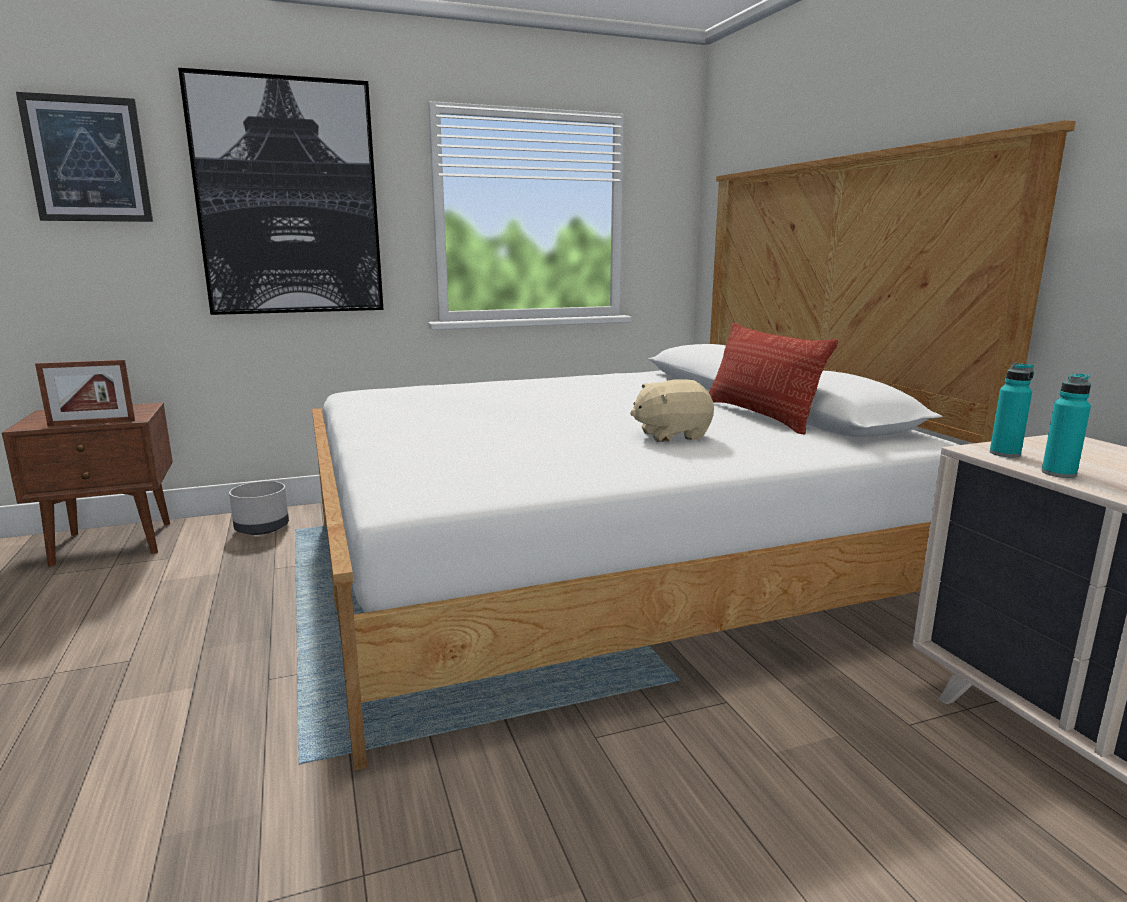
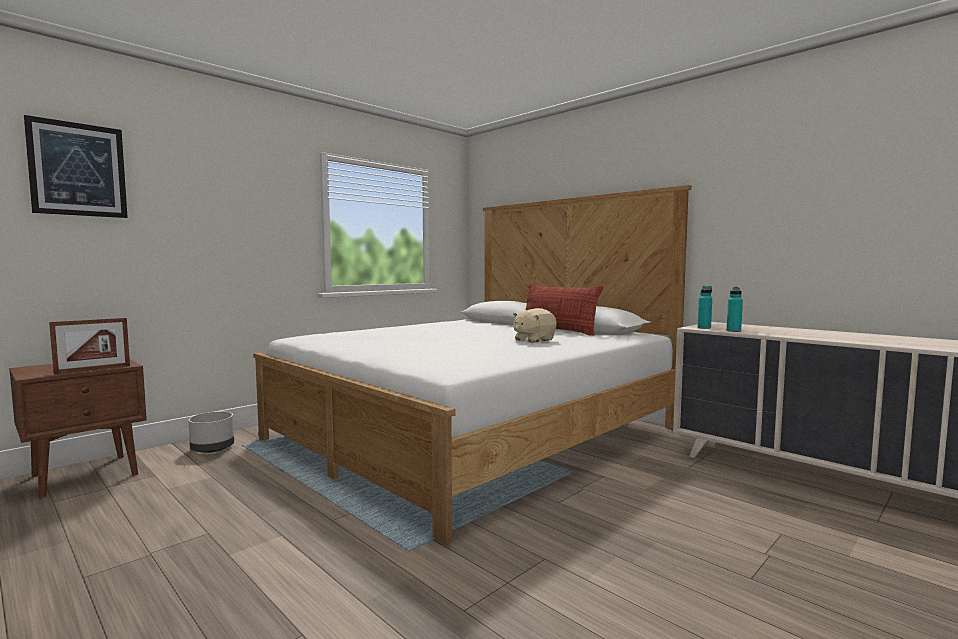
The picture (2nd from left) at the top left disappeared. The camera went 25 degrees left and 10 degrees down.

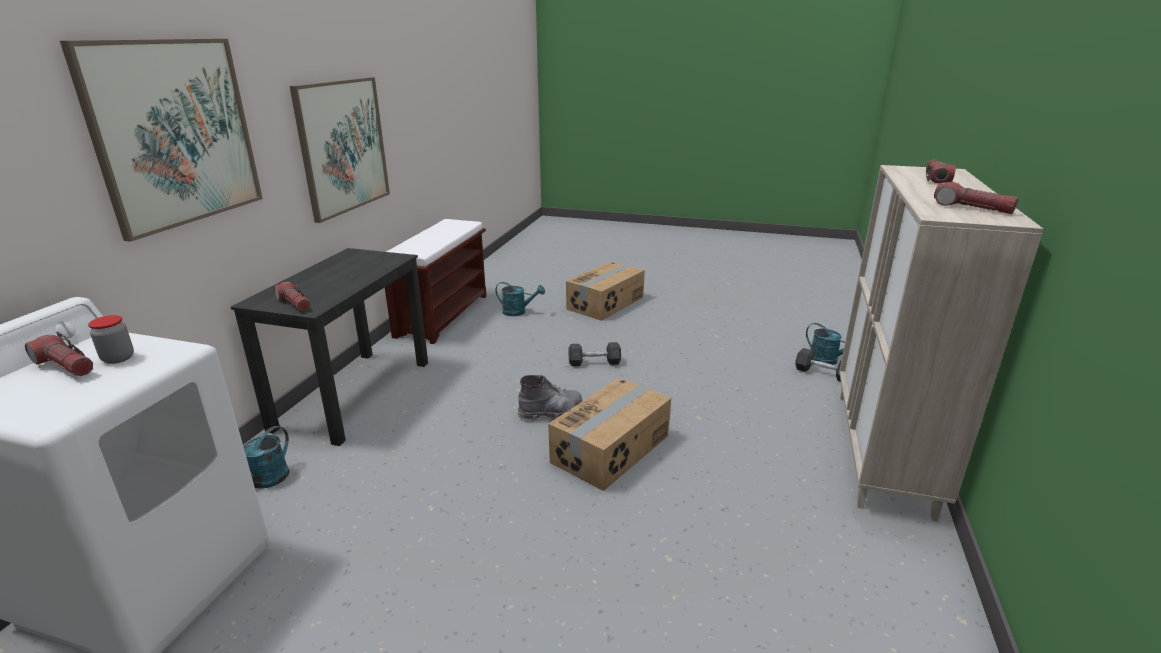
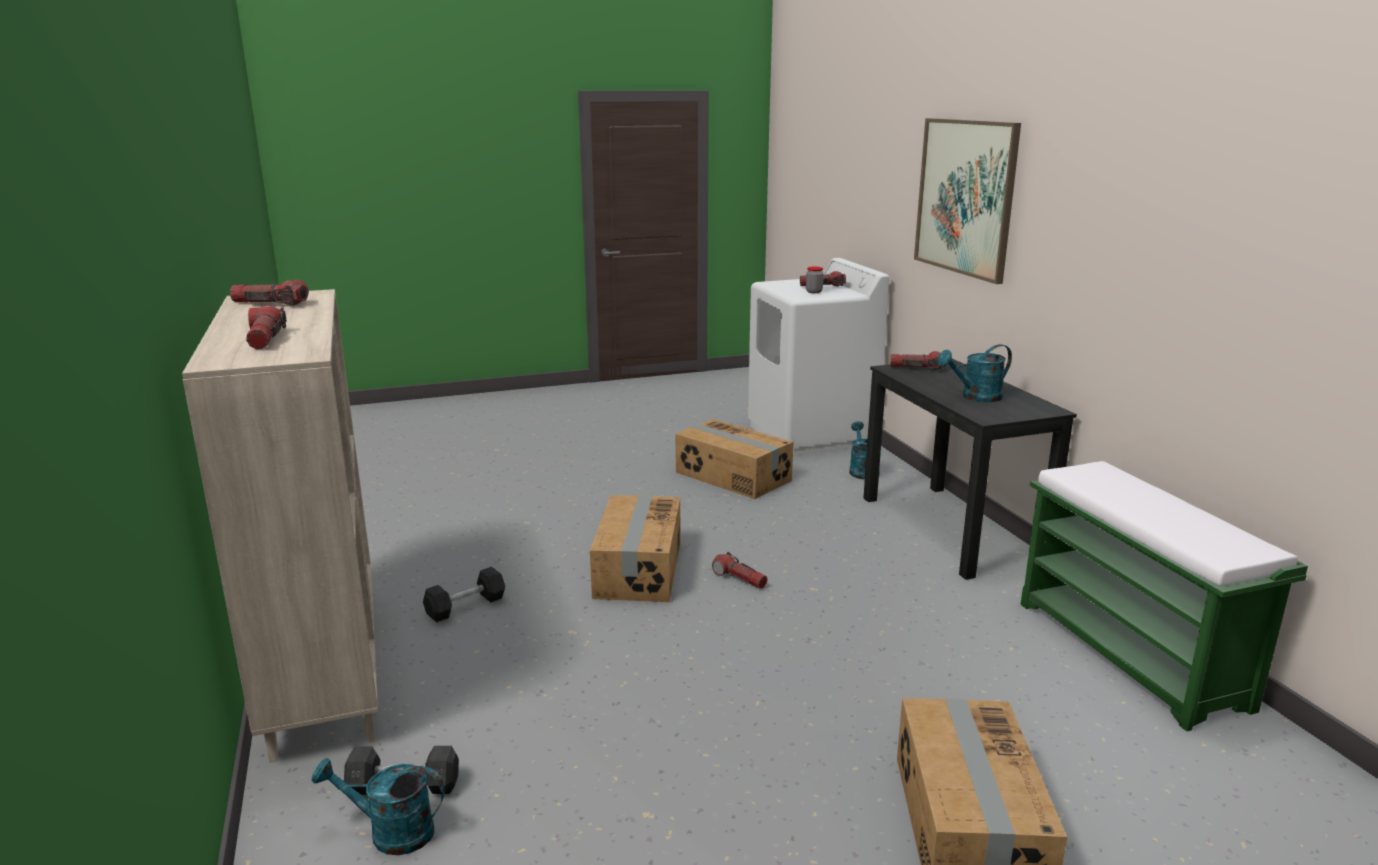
The picture (2nd from left) at the top left disappeared. The brownish bench at the centre became the green-coloured bench at the bottom right. The blue-green watering pot (2nd from left in the first image) moved from the centre to the middle right. The gray free weight (1st from left in the first image) moved from the centre to the bottom centre. The gray high-top boot at the centre was replaced by the torch (3rd from left) at the centre. The cardboard box (2nd from left) at the centre appeared. The camera went 145 degrees right and 5 degrees down.

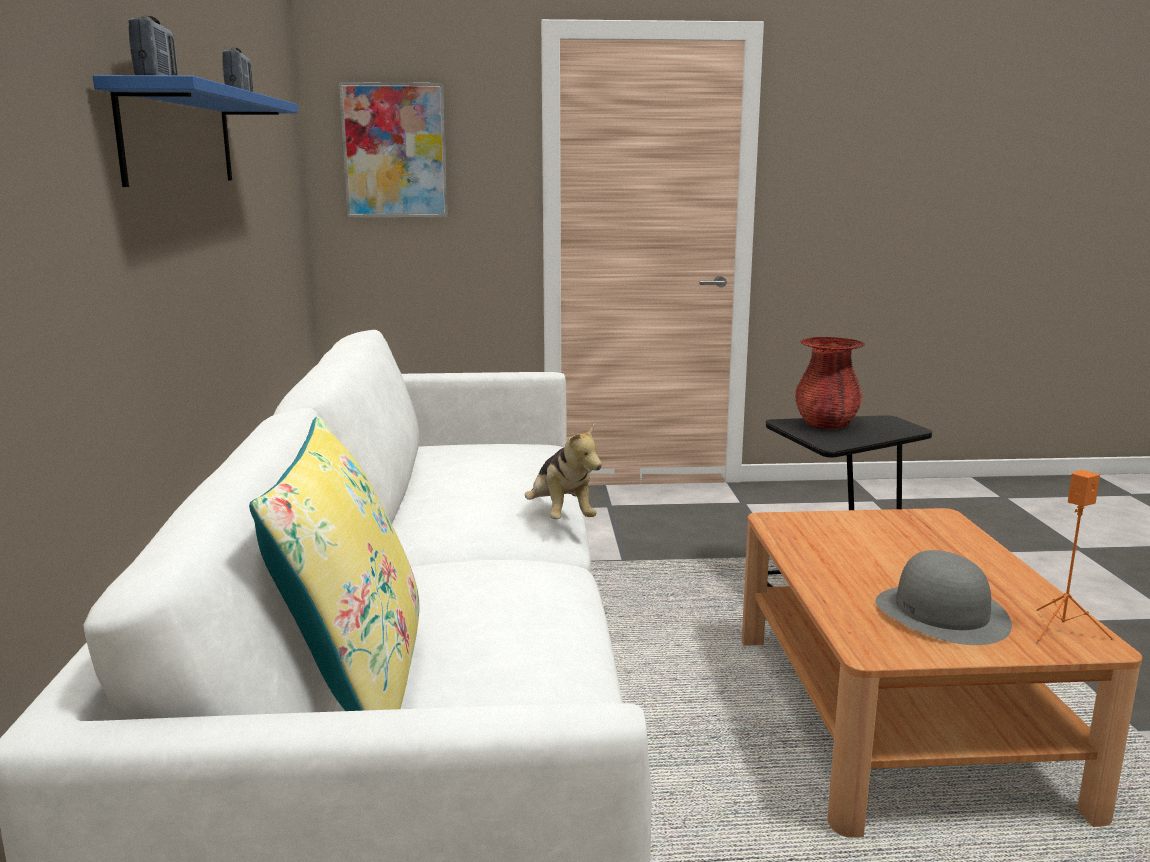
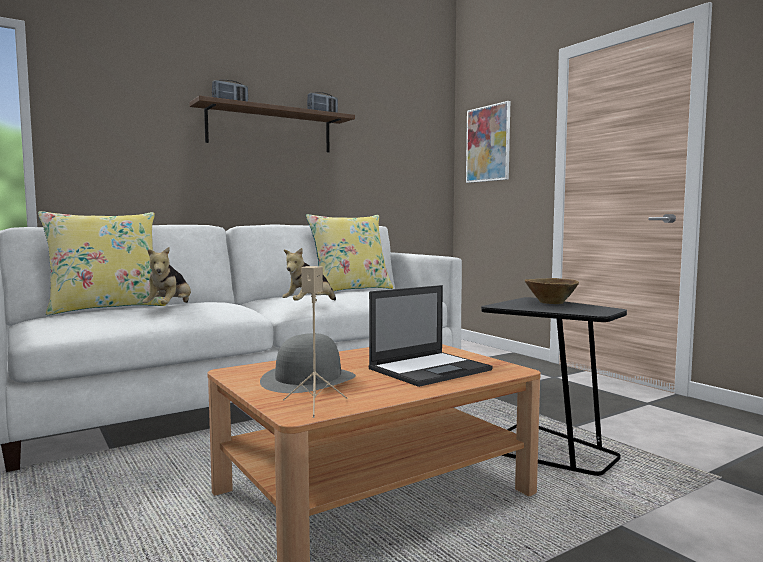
The blue wall shelf at the top left became the brownish wall shelf at the top centre. The red-coloured flower vase at the middle right was replaced by the brownish bowl at the middle right. The orange speaker at the middle right became the beige speaker at the centre. The yellow-coloured pillow (2nd from left) at the centre appeared. The cuddly toy (1st from left) at the middle left appeared. The portable computer at the centre appeared. The camera went 60 degrees right and 10 degrees down.

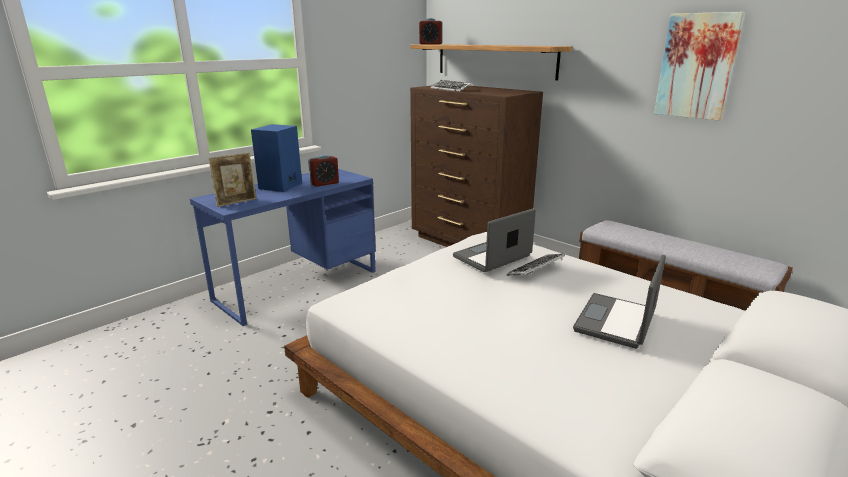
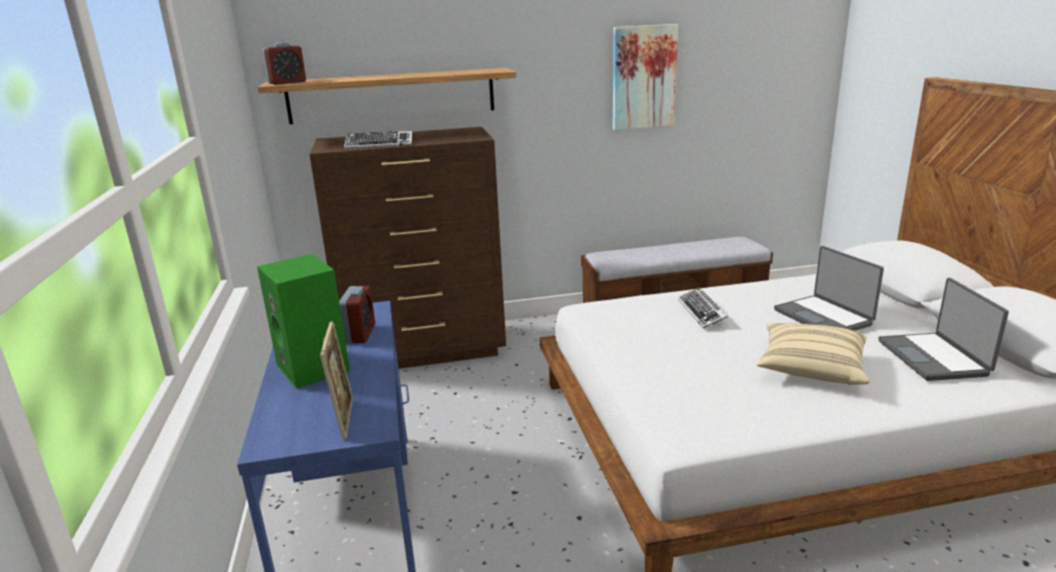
The blue speaker at the top left became the green-coloured speaker at the middle left. The portable computer (1st from left in the first image) moved from the centre to the middle right. The beige pillow at the middle right appeared. The camera went 55 degrees left and 0 degrees up.

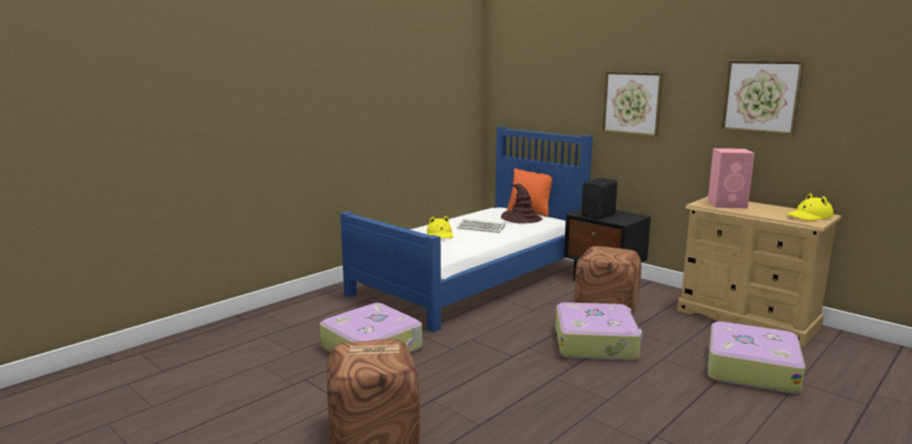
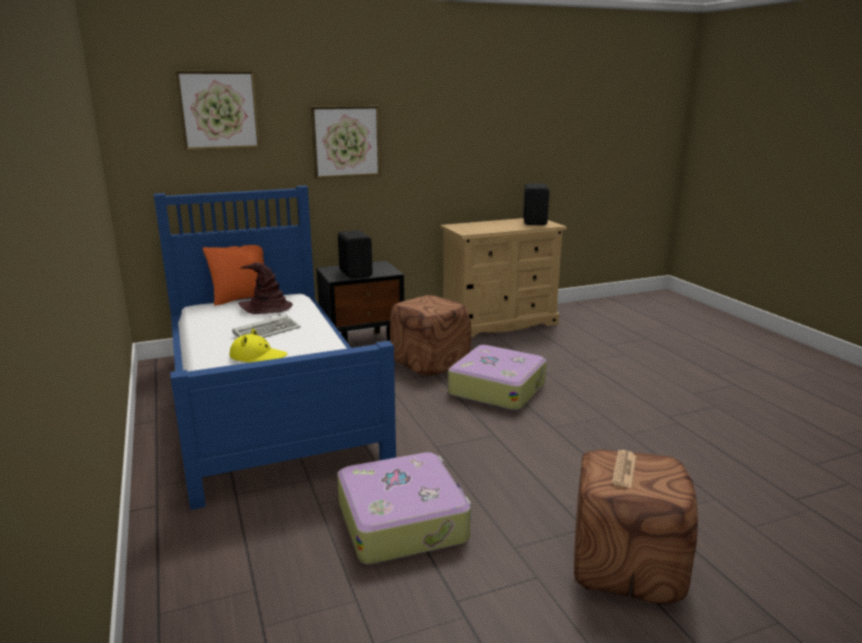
The picture (2nd from left in the first image) moved from the top right to the top left. The pink speaker at the middle right disappeared. The yellow-coloured wearable hat (2nd from left) at the middle right was replaced by the blackish speaker (2nd from left) at the top centre. The suitcase (3rd from left) at the bottom right disappeared. The camera went 65 degrees left and 5 degrees up.

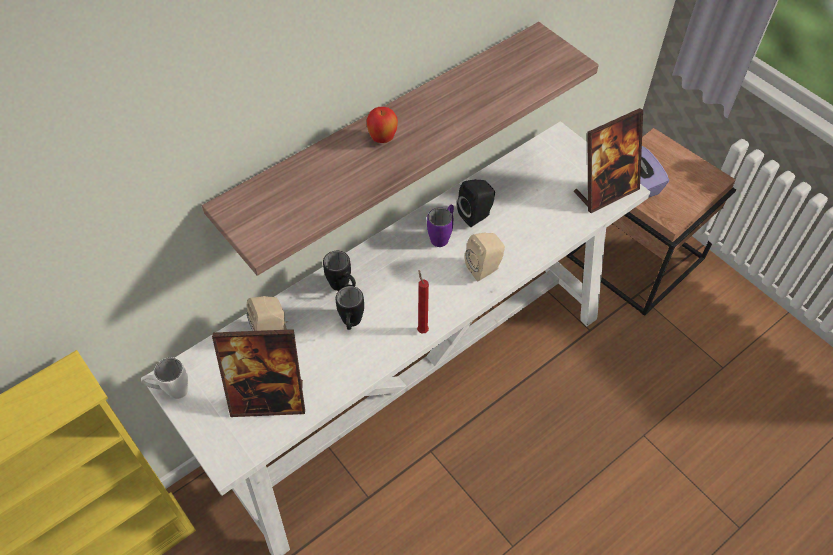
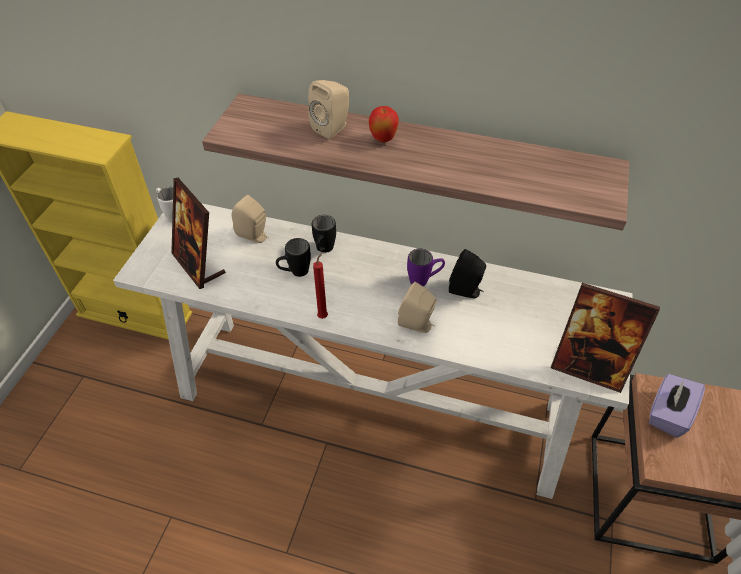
The beige speaker (2nd from left) at the top centre appeared. The camera went 55 degrees right and 5 degrees down.

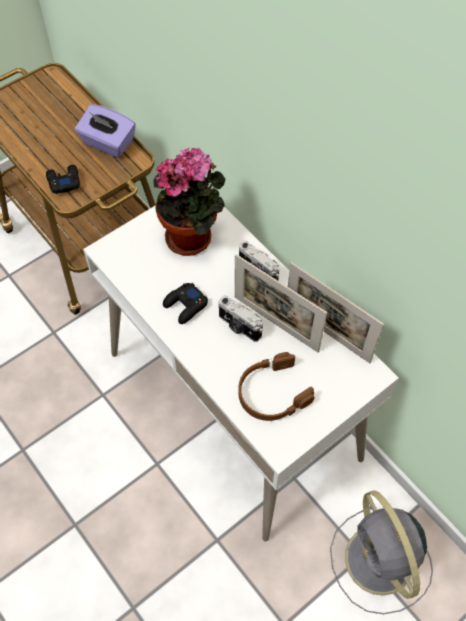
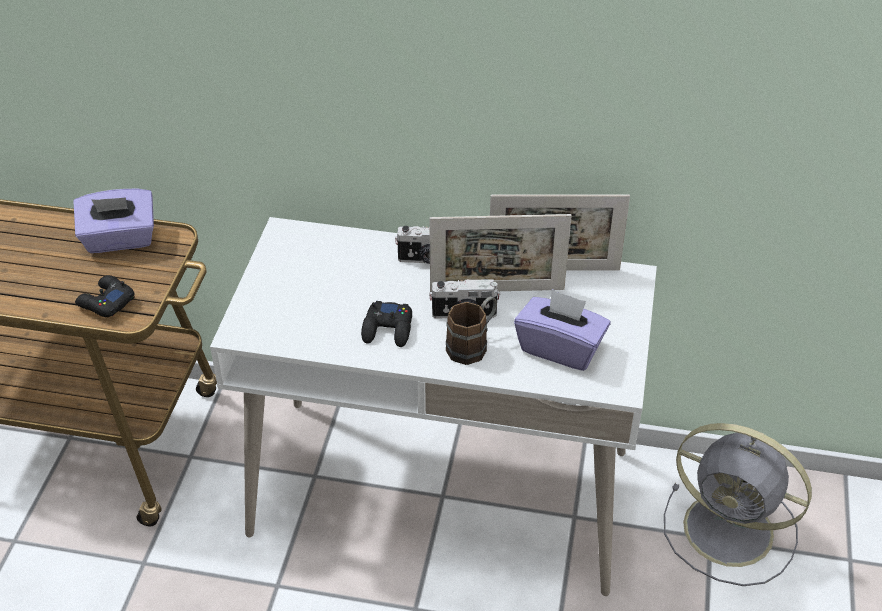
The houseplant at the top centre disappeared. The brownish headphones at the centre was replaced by the purple-coloured tissue holder (2nd from left) at the centre. The brownish tea mug at the centre appeared. The camera went 40 degrees left and 15 degrees down.

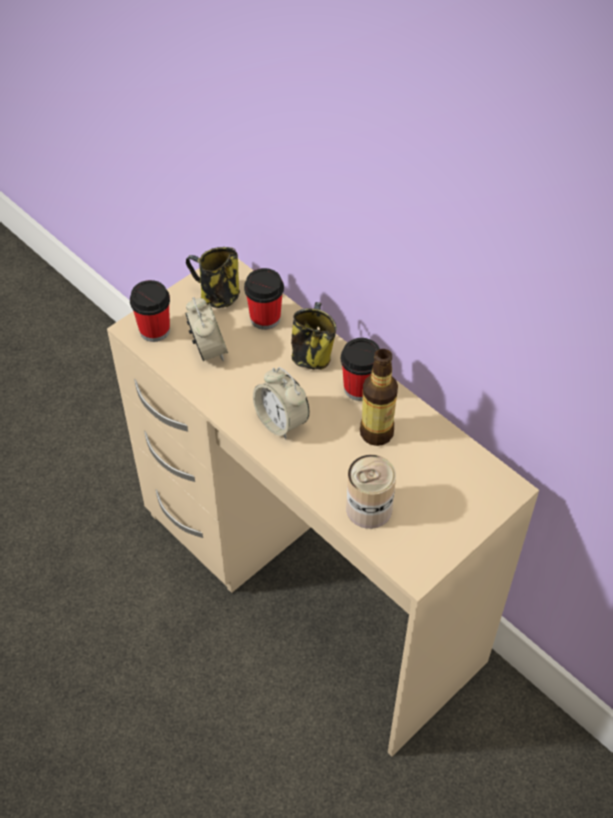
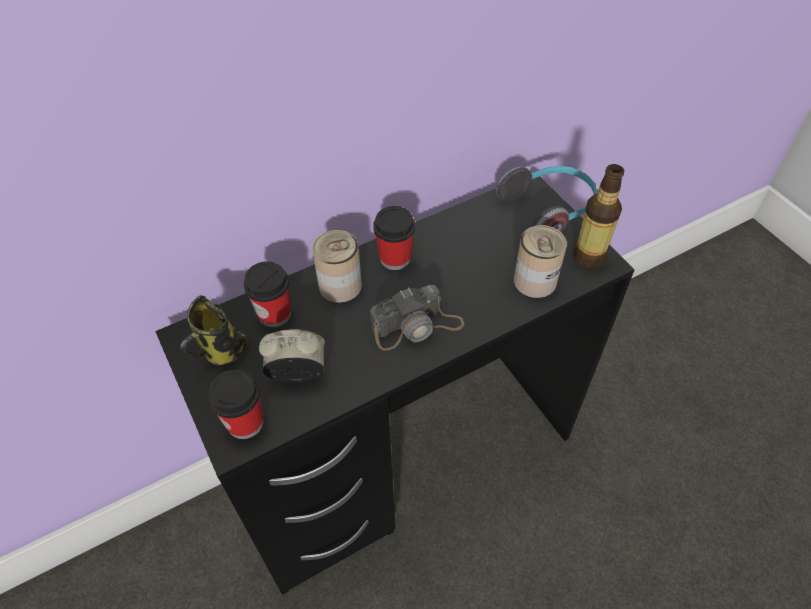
The beige desk at the centre became the blackish desk at the centre. The tea mug (2nd from left) at the centre was replaced by the sealed can (1st from left) at the centre. The beverage bottle moved from the centre to the middle right. The table clock (2nd from left) at the centre was replaced by the photo camera at the centre. The headphones at the top right appeared. The camera went 75 degrees left and 0 degrees up.

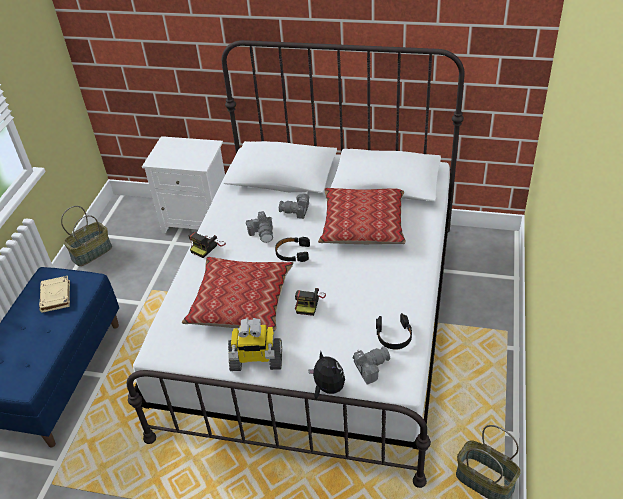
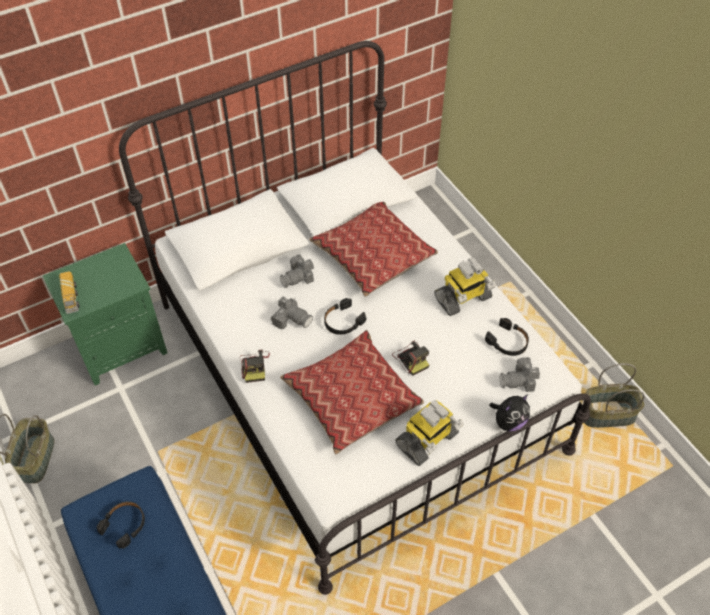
The white bedside table at the middle left became the green-coloured bedside table at the middle left. The beige book at the middle left was replaced by the blackish headphones (1st from left) at the bottom left. The photo camera (5th from left) at the bottom centre turned 120 degrees counterclockwise. The cuddly toy at the bottom centre turned 135 degrees clockwise. The toy robot (2nd from left) at the centre appeared. The toy truck at the middle left appeared. The camera went 45 degrees left and 10 degrees up.

